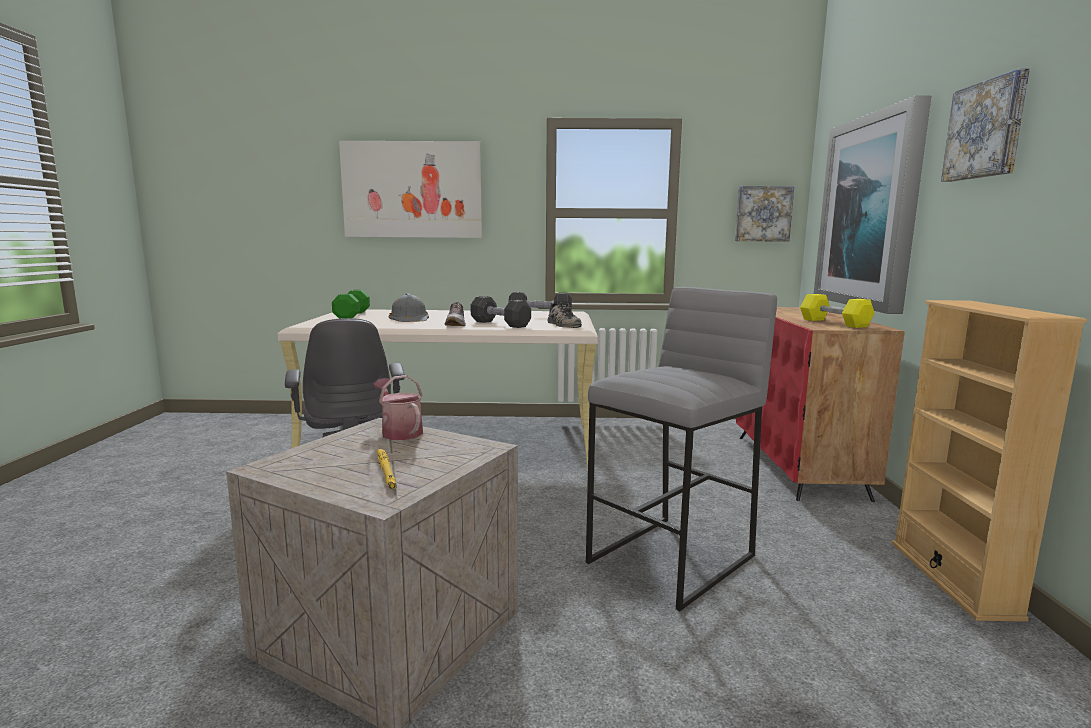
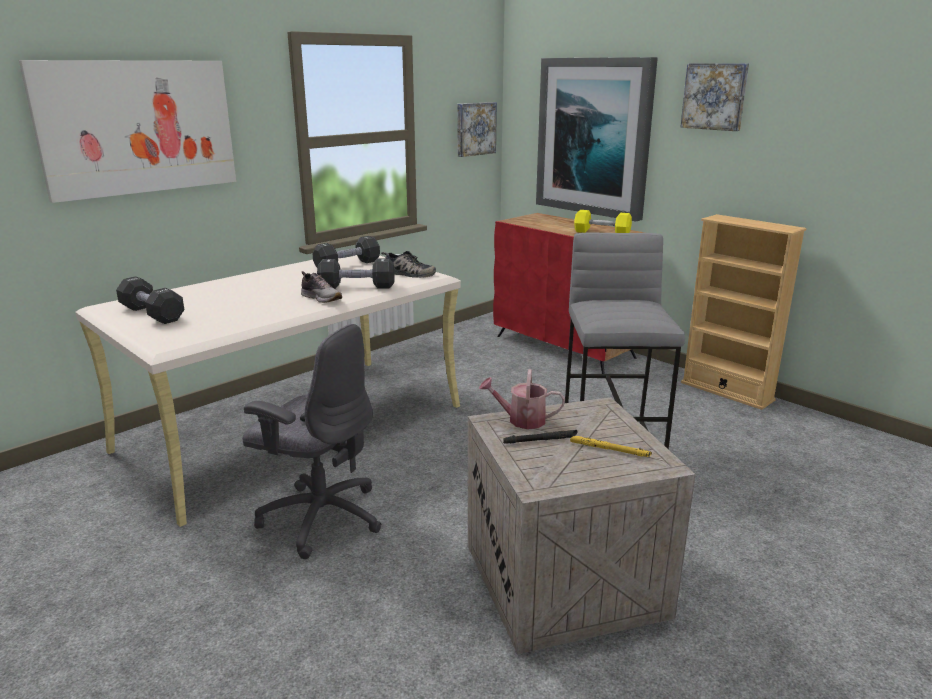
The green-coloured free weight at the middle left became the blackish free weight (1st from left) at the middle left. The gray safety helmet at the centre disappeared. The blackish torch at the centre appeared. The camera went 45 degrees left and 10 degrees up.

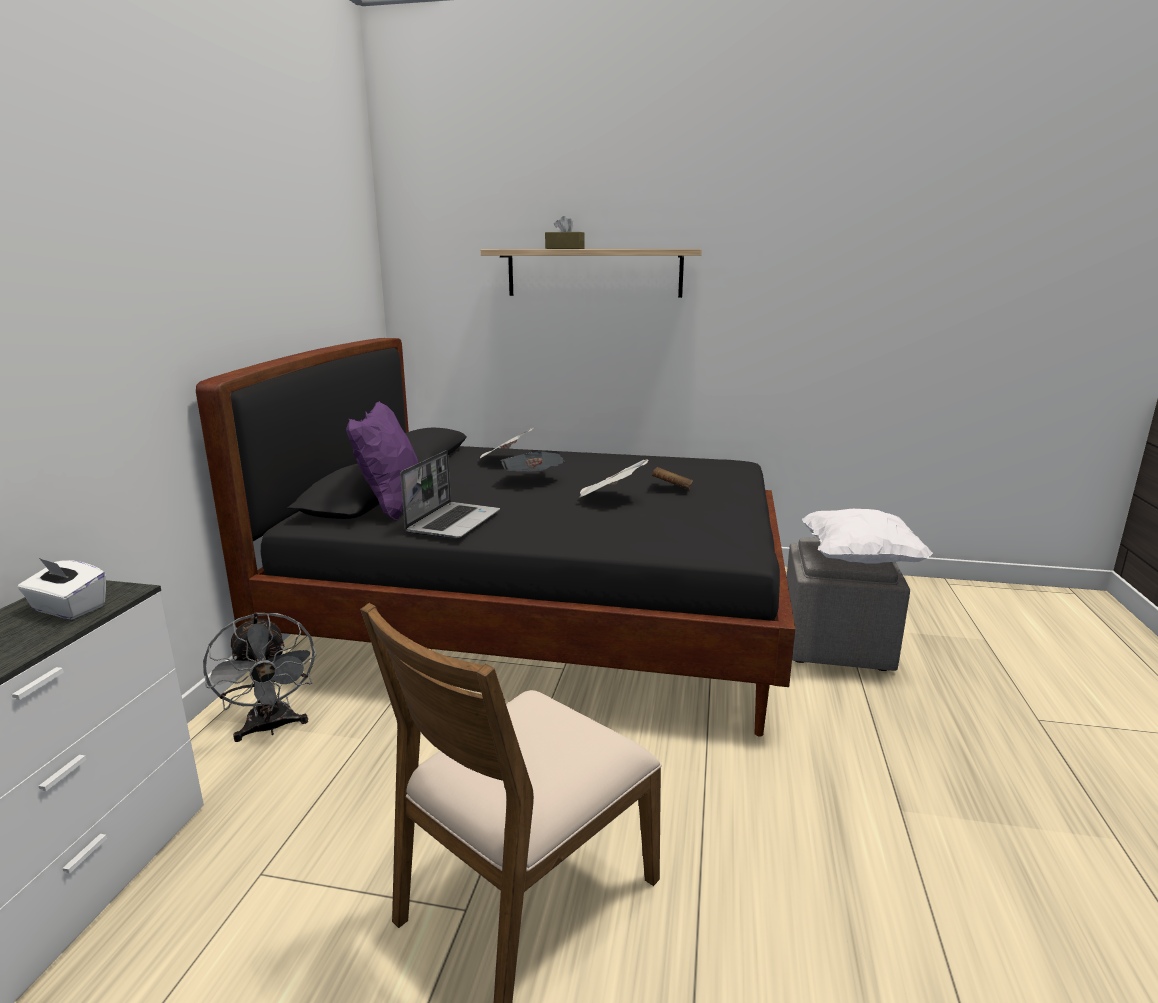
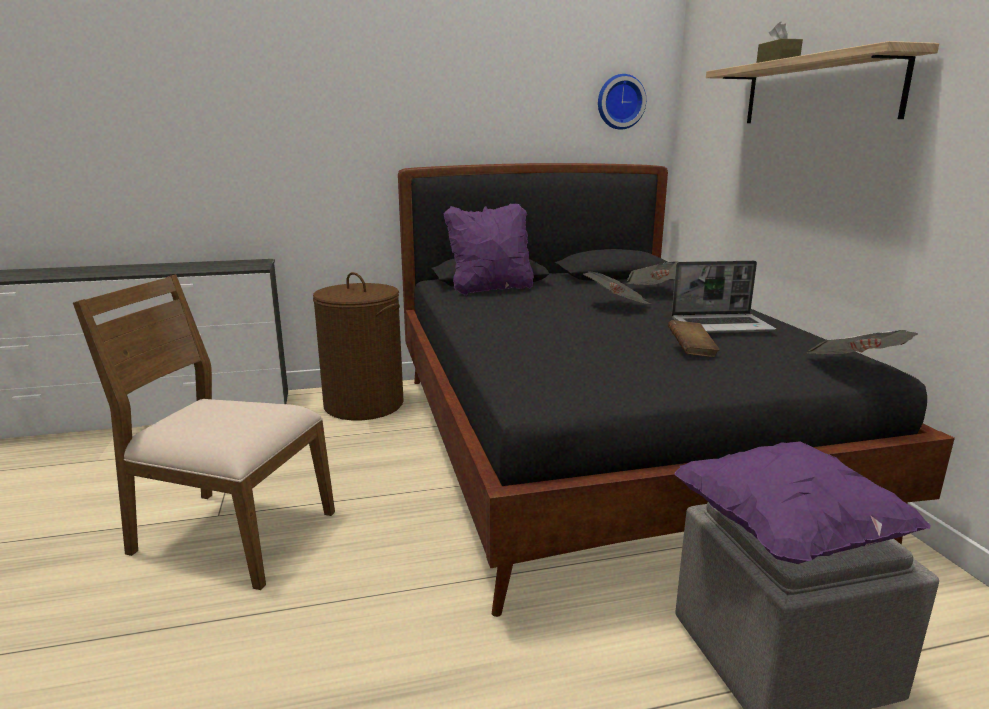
The portable computer moved from the centre to the middle right. The daily paper (3rd from left) moved from the centre to the middle right. The white pillow at the middle right became the purple-coloured pillow (2nd from left) at the bottom right. The white tissue holder at the middle left disappeared. The gray cooling fan at the bottom left was replaced by the brownish hamper at the centre. The hanging clock at the top centre appeared. The camera went 65 degrees right and 0 degrees up.

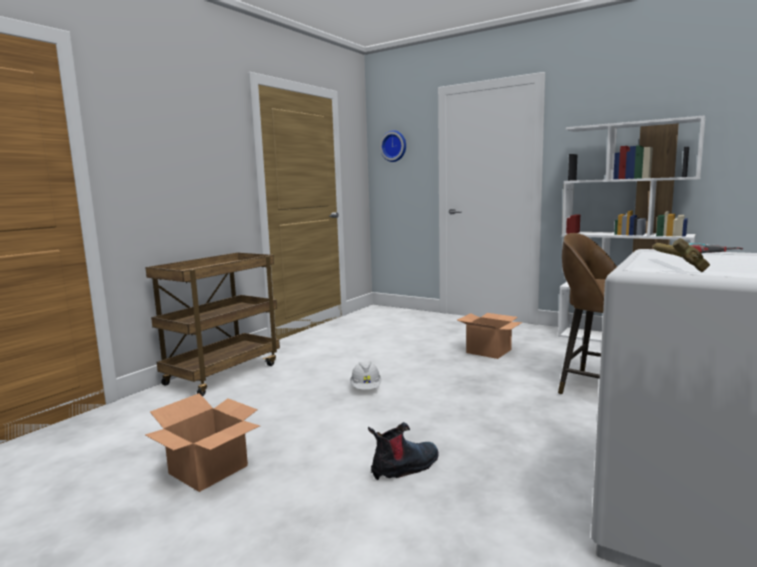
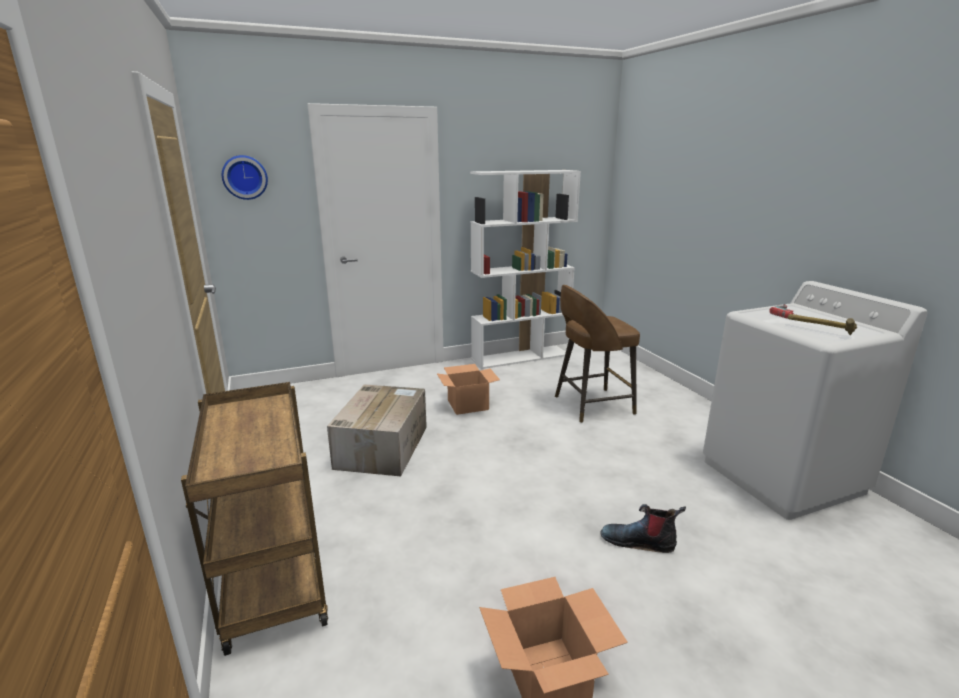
The white safety helmet at the centre disappeared. The high-top boot at the bottom centre turned 75 degrees counterclockwise. The cardboard box (1st from left) at the centre appeared. The camera went 55 degrees left and 10 degrees up.

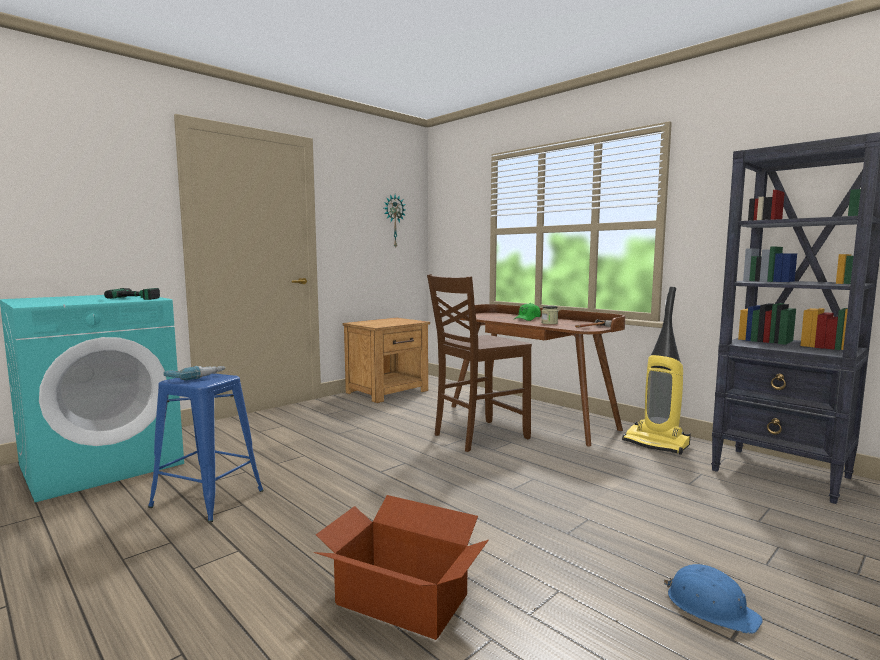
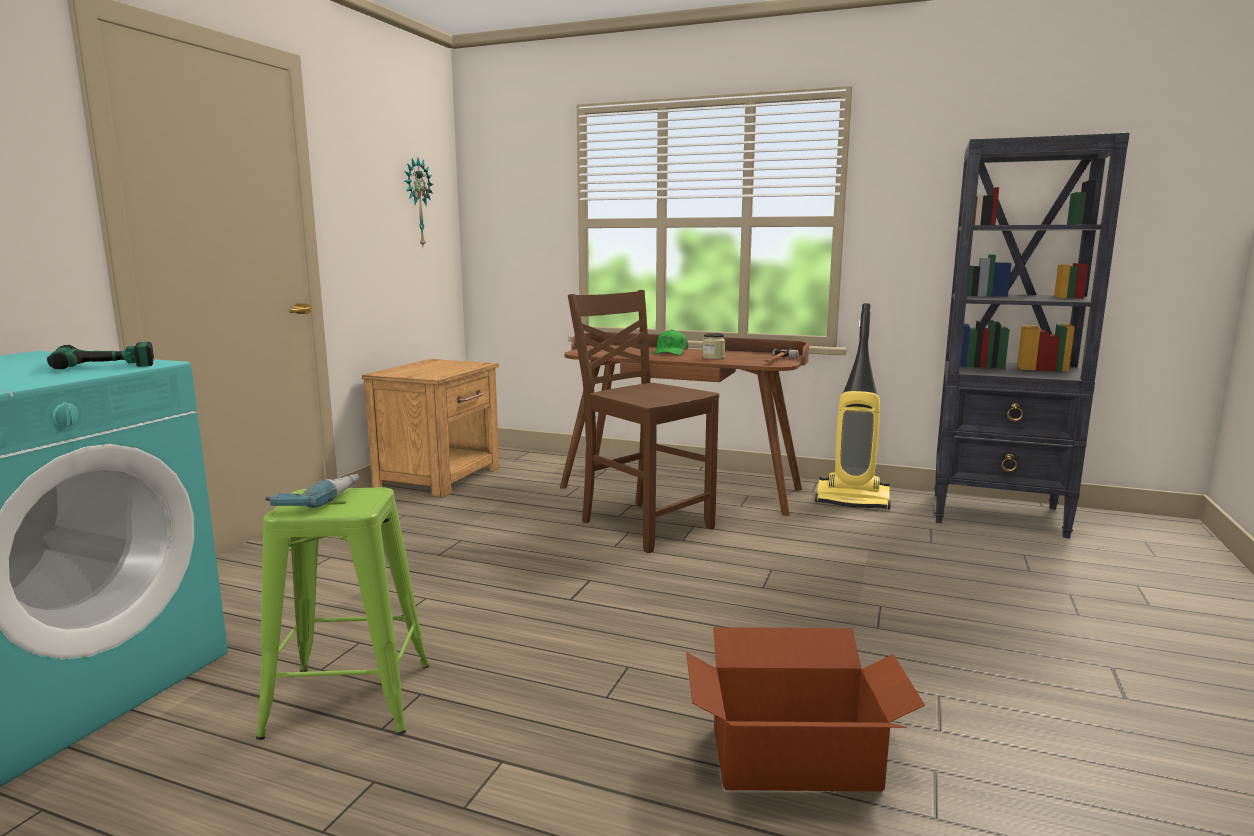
The brownish plain chair at the centre turned 105 degrees clockwise. The blue stool at the bottom left became the green-coloured stool at the bottom left. The blue safety helmet at the bottom right disappeared. The camera went 25 degrees left and 5 degrees up.

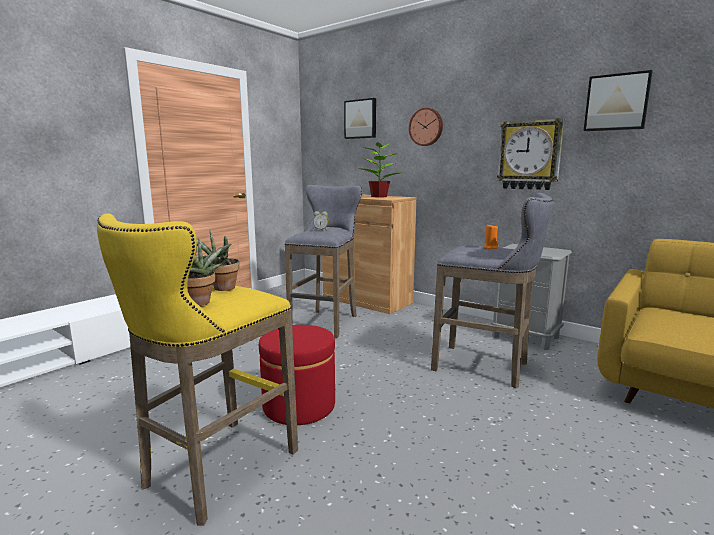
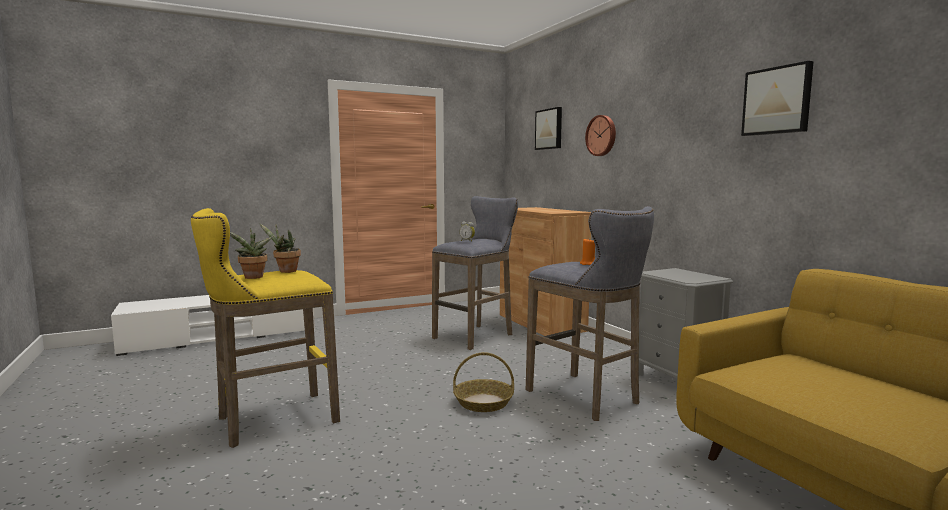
The hanging clock (2nd from left) at the top right disappeared. The houseplant (3rd from left) at the top centre disappeared. The red-coloured pouffe at the bottom centre disappeared. The basket at the bottom centre appeared. The camera went 25 degrees right and 5 degrees down.

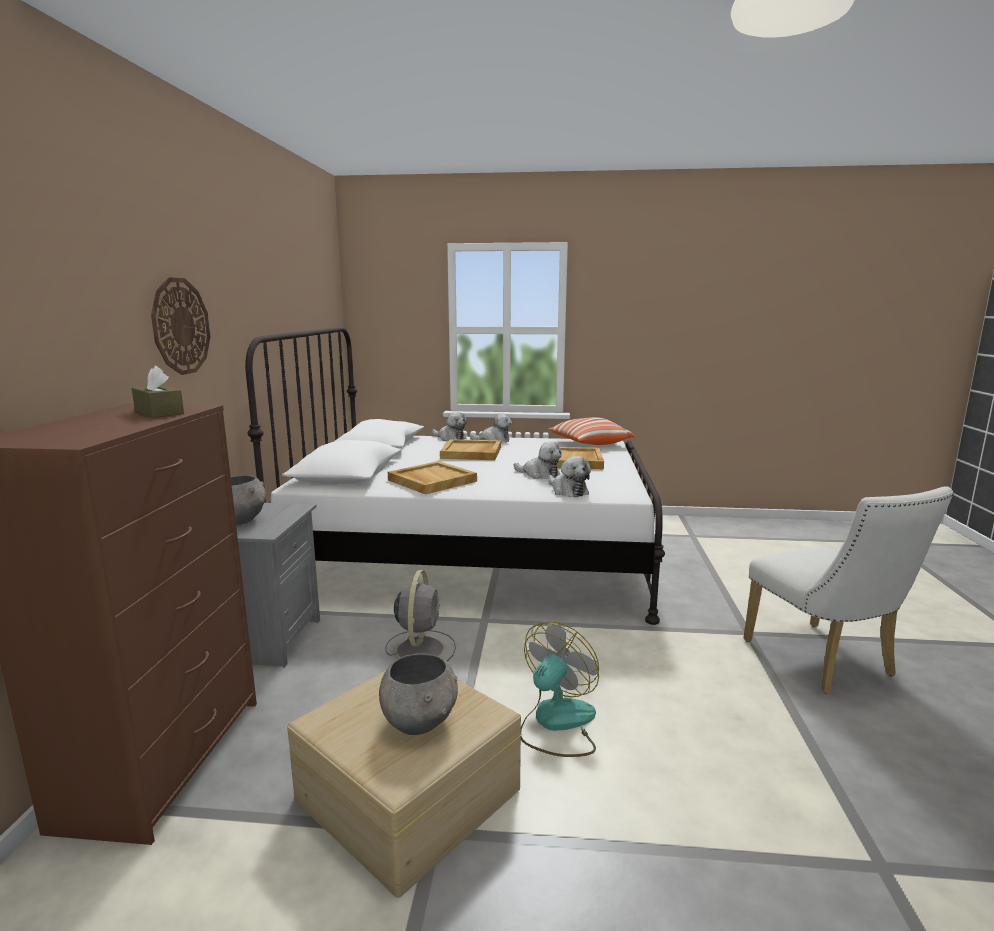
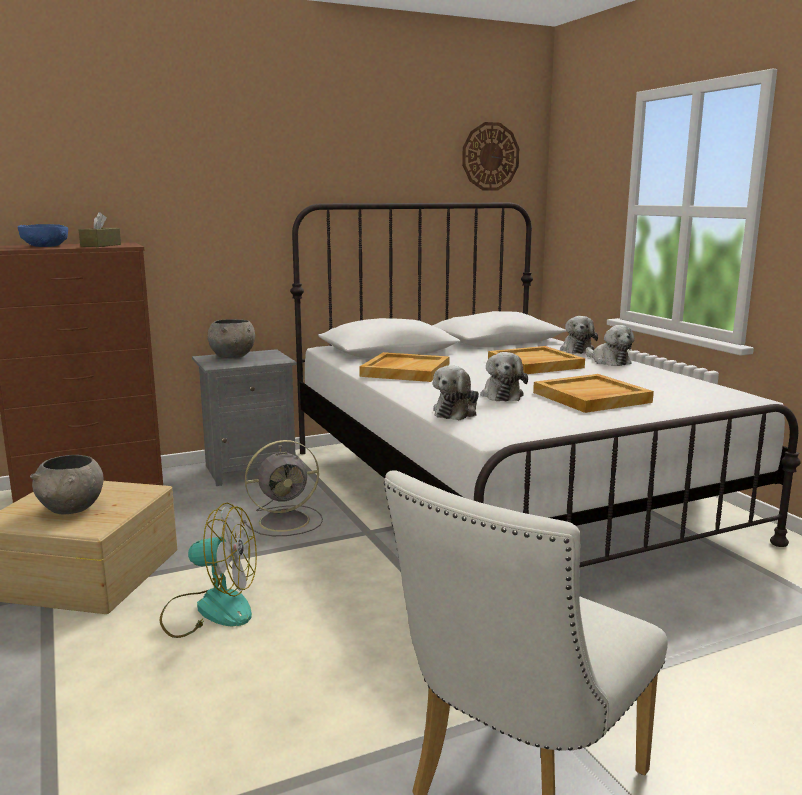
The hanging clock moved from the middle left to the top centre. The pillow at the centre disappeared. The blue bowl at the top left appeared. The camera went 60 degrees right and 0 degrees up.

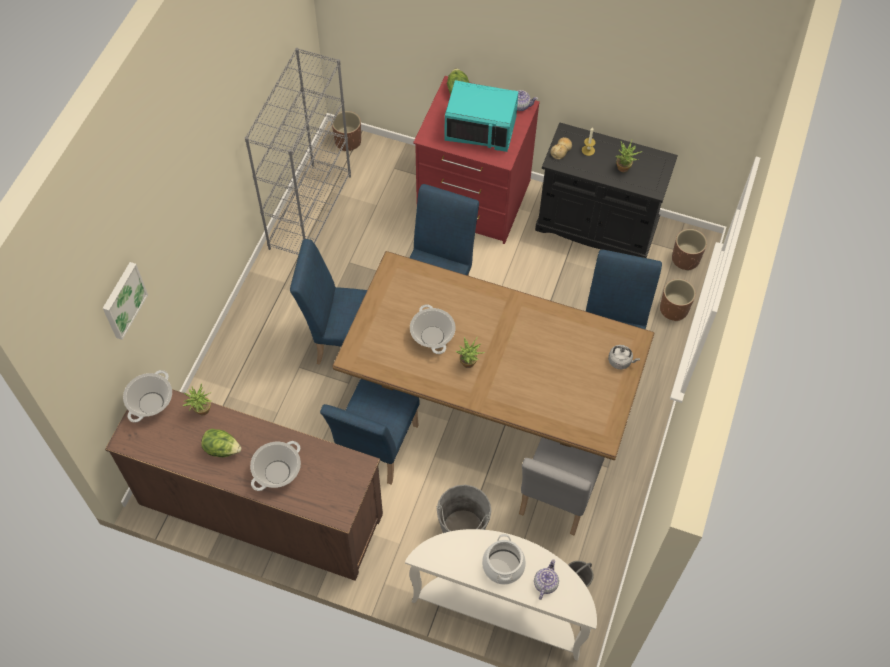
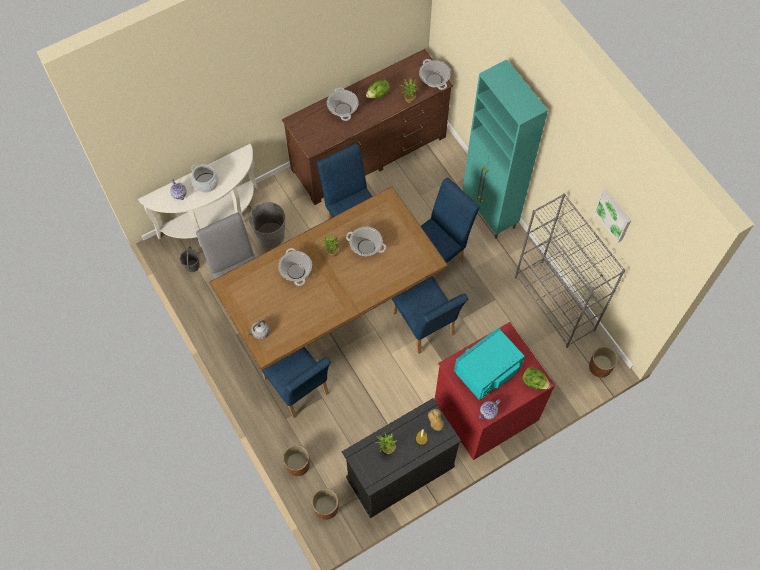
The picture moved from the middle left to the middle right. The blue-green storage cabinet at the top centre appeared. The saucepot (2nd from left) at the centre appeared. The camera went 130 degrees right and 5 degrees up.

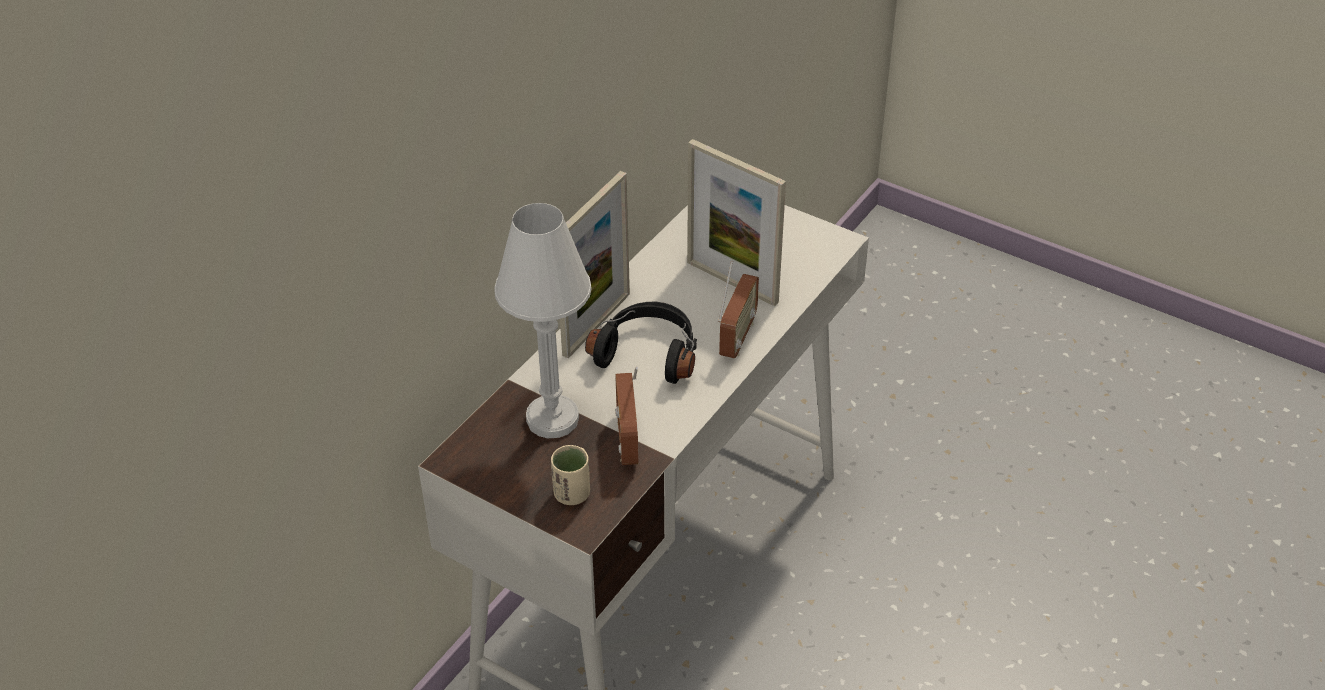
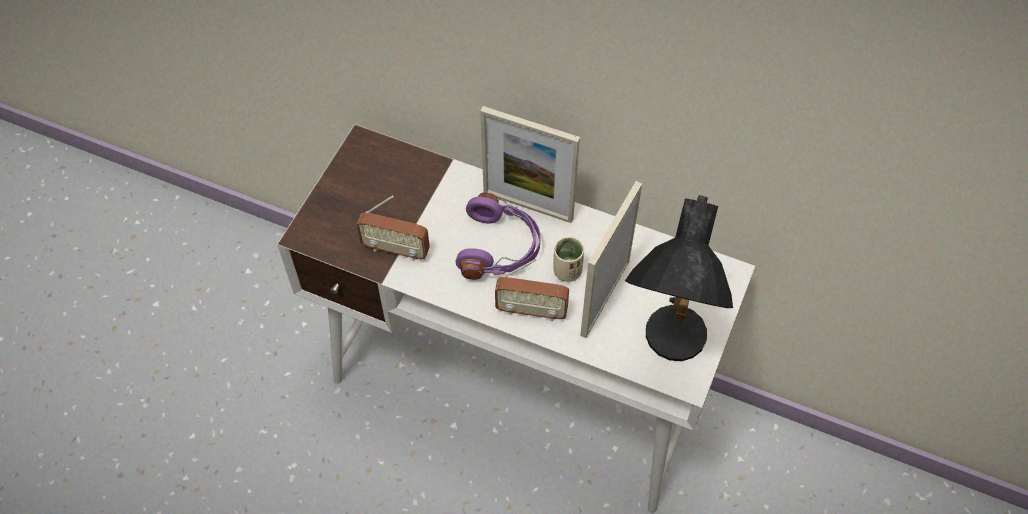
The white tabletop lamp at the centre disappeared. The blackish headphones at the centre became the purple-coloured headphones at the centre. The radio set (1st from left) at the centre turned 150 degrees counterclockwise. The beige cup moved from the bottom centre to the centre. The blackish tabletop lamp at the centre appeared. The camera went 80 degrees right and 15 degrees up.

